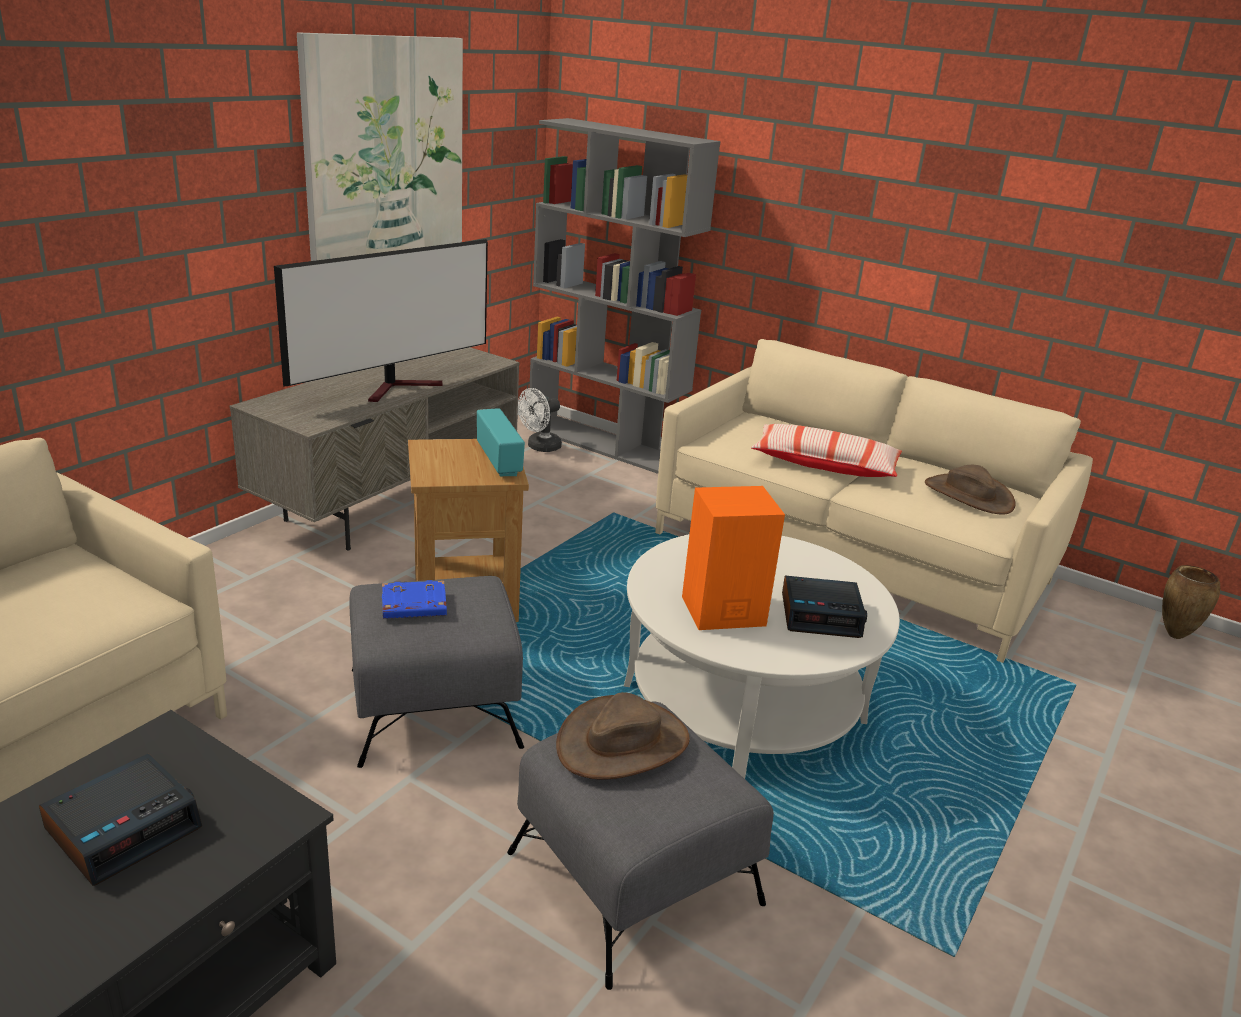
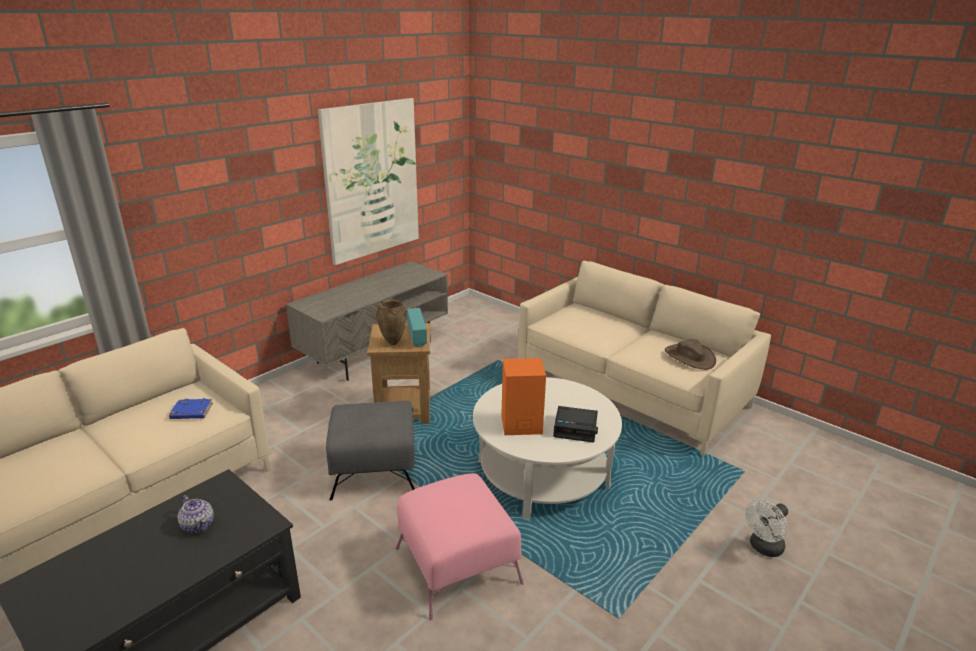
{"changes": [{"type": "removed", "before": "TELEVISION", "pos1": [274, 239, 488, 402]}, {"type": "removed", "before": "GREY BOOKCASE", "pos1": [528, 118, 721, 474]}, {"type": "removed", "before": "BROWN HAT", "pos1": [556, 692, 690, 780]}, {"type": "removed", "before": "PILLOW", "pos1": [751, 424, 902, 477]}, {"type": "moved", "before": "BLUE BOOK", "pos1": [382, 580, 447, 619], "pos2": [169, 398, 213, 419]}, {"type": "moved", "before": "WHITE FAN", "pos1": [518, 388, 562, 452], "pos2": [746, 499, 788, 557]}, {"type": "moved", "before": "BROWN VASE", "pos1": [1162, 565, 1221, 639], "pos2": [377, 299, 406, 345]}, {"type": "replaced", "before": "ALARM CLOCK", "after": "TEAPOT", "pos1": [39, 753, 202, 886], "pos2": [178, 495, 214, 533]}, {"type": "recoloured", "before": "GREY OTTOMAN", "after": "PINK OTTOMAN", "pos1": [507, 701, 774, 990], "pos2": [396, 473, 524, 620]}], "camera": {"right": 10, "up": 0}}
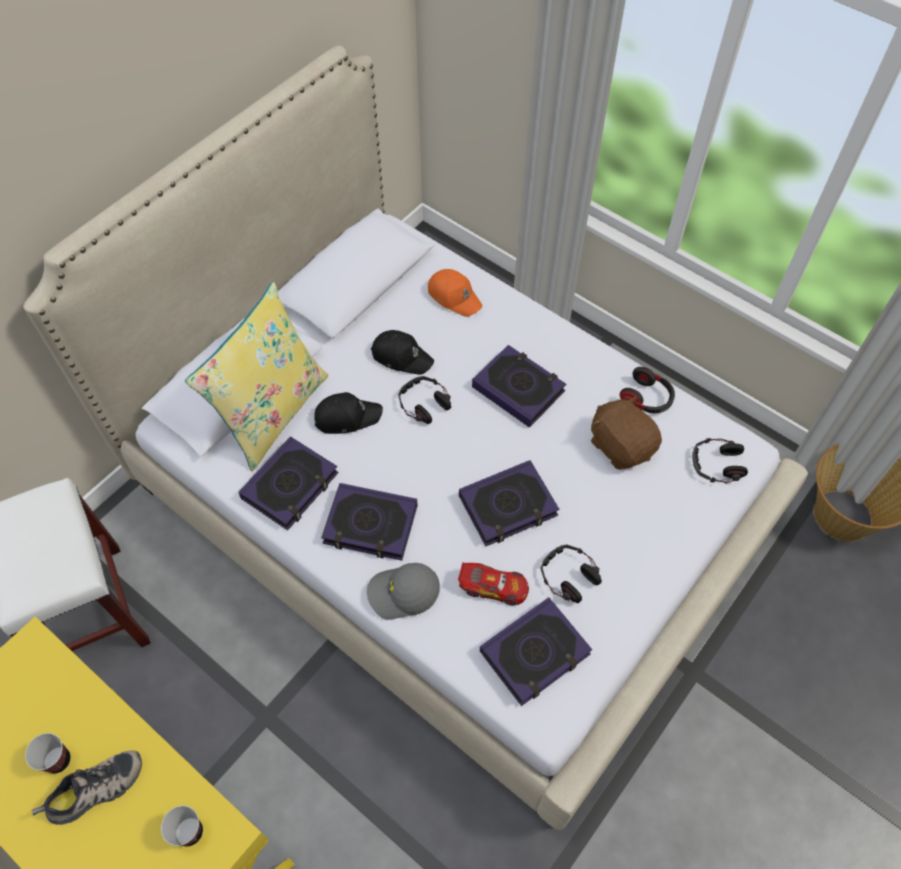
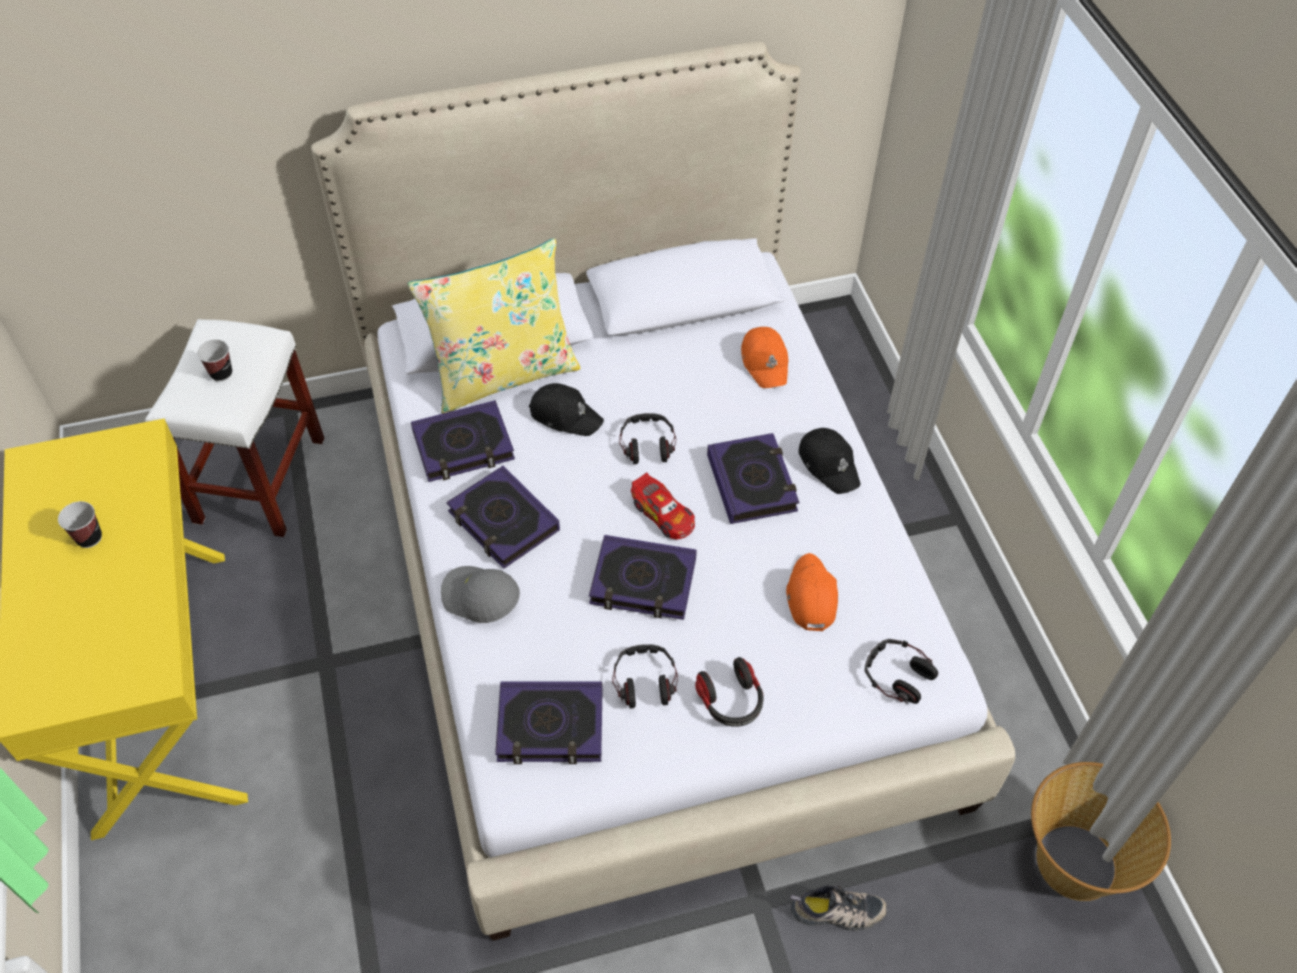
{"changes": [{"type": "moved", "before": "SHOE", "pos1": [32, 750, 142, 825], "pos2": [790, 885, 888, 931]}, {"type": "moved", "before": "CUP", "pos1": [161, 805, 203, 847], "pos2": [197, 339, 232, 382]}, {"type": "moved", "before": "BLACK CAP", "pos1": [371, 330, 434, 375], "pos2": [799, 428, 861, 494]}, {"type": "moved", "before": "TOY CAR", "pos1": [458, 562, 529, 605], "pos2": [631, 472, 695, 540]}, {"type": "moved", "before": "HEADPHONES", "pos1": [620, 367, 675, 413], "pos2": [695, 657, 764, 727]}, {"type": "replaced", "before": "BROWN PLUSH TOY", "after": "ORANGE CAP", "pos1": [591, 395, 662, 470], "pos2": [786, 553, 838, 631]}], "camera": {"right": 35, "up": -5}}
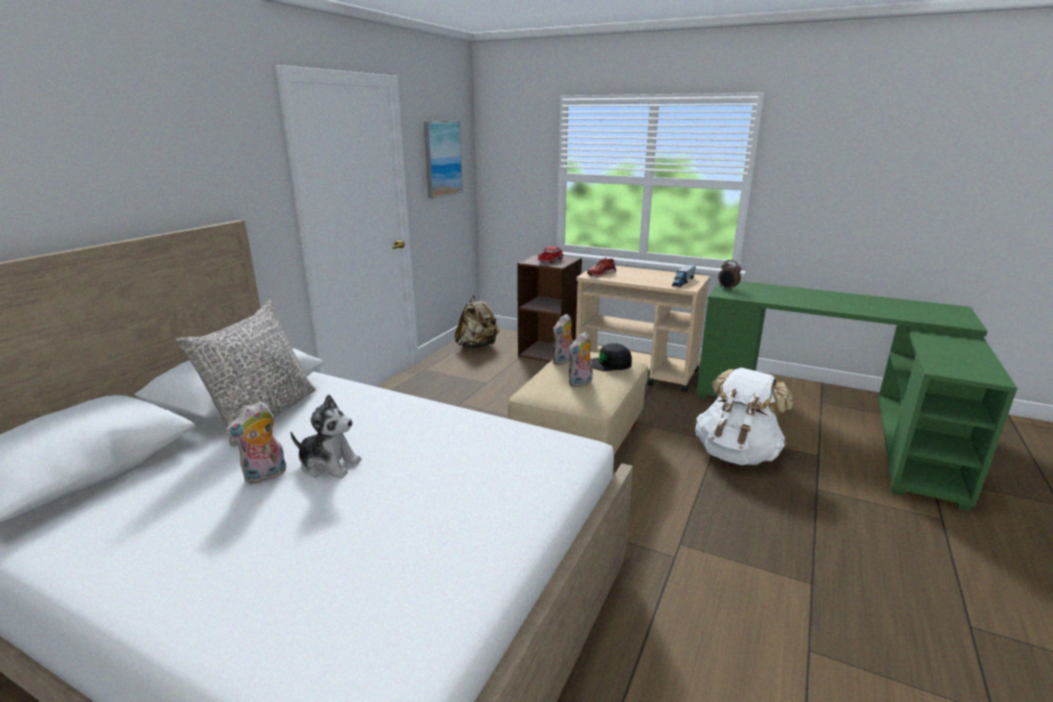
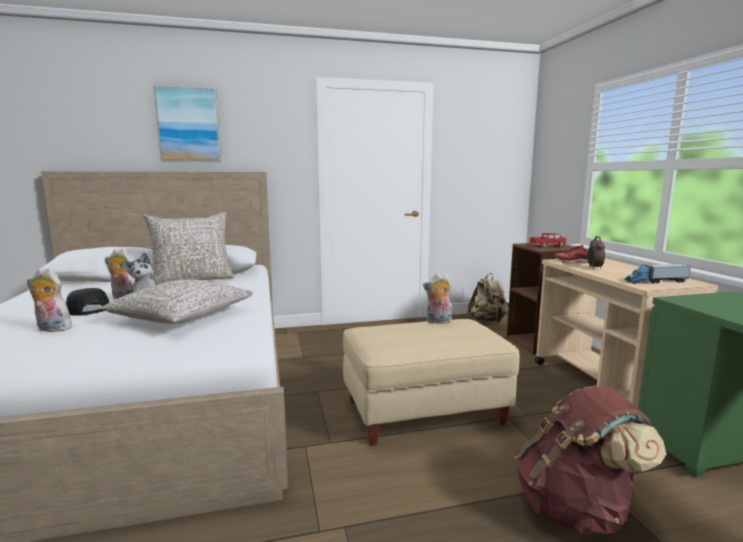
{"changes": [{"type": "added", "after": "GREY PILLOW", "pos2": [101, 279, 253, 324]}, {"type": "moved", "before": "PICTURE", "pos1": [424, 122, 463, 199], "pos2": [154, 85, 221, 162]}, {"type": "moved", "before": "PLUSH TOY", "pos1": [568, 332, 593, 387], "pos2": [27, 267, 72, 332]}, {"type": "moved", "before": "BLACK CAP", "pos1": [591, 343, 632, 371], "pos2": [66, 288, 109, 316]}, {"type": "moved", "before": "ALARM CLOCK", "pos1": [718, 260, 741, 289], "pos2": [587, 236, 605, 269]}, {"type": "recoloured", "before": "WHITE BACKPACK", "after": "BROWN BACKPACK", "pos1": [695, 368, 794, 465], "pos2": [515, 386, 666, 534]}], "camera": {"right": 50, "up": -10}}
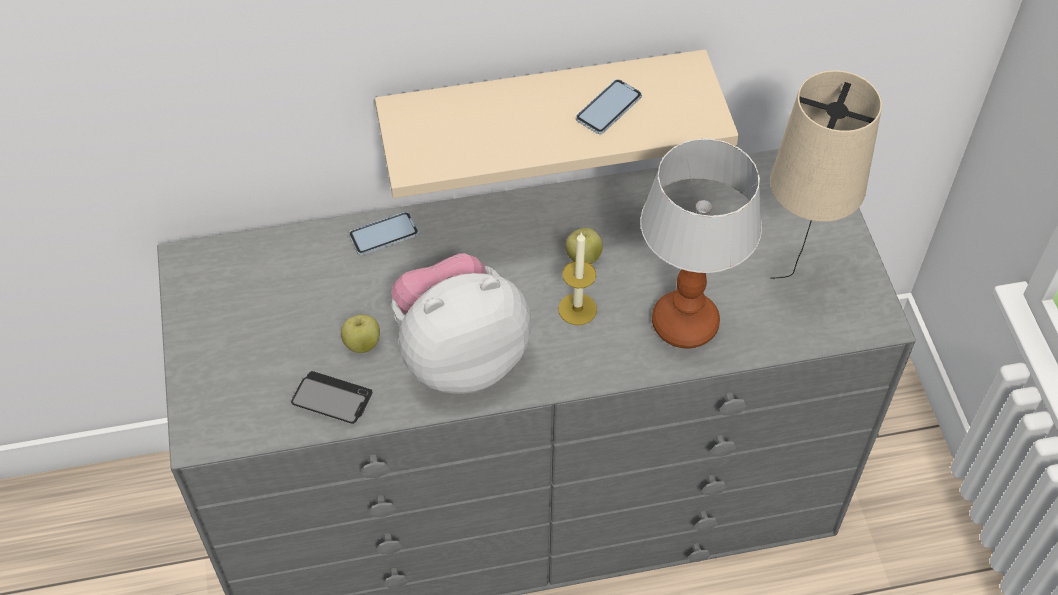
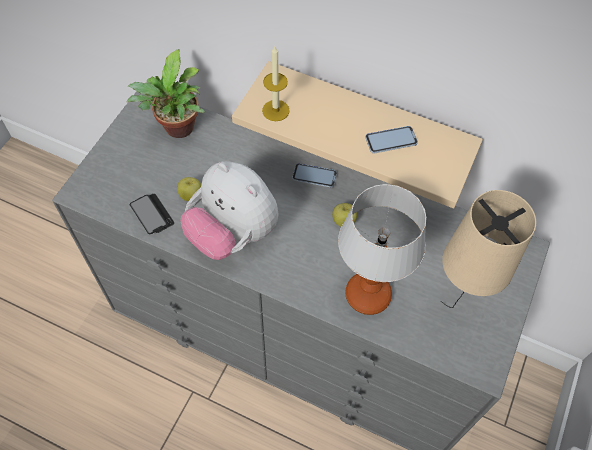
{"changes": [{"type": "added", "after": "POTTED PLANT", "pos2": [127, 49, 205, 138]}, {"type": "moved", "before": "PHONE", "pos1": [349, 212, 419, 255], "pos2": [292, 163, 337, 188]}, {"type": "moved", "before": "CANDLE", "pos1": [558, 232, 597, 325], "pos2": [262, 46, 290, 121]}, {"type": "turned", "before": "PLUSH TOY", "pos1": [391, 253, 531, 394], "pos2": [181, 161, 279, 260], "turn": -150}], "camera": {"right": 35, "up": 5}}
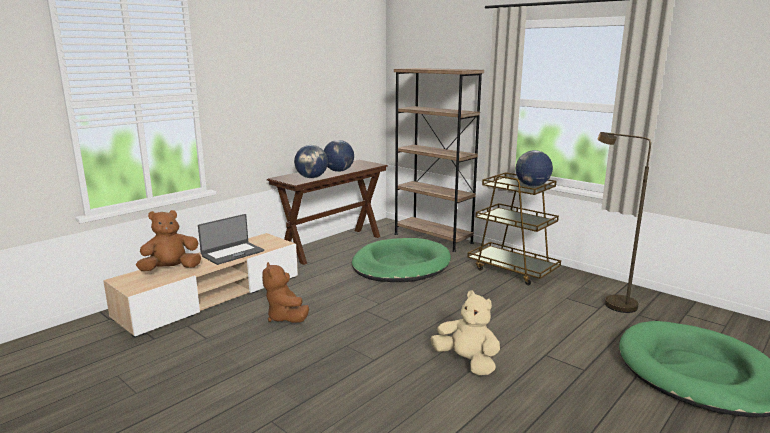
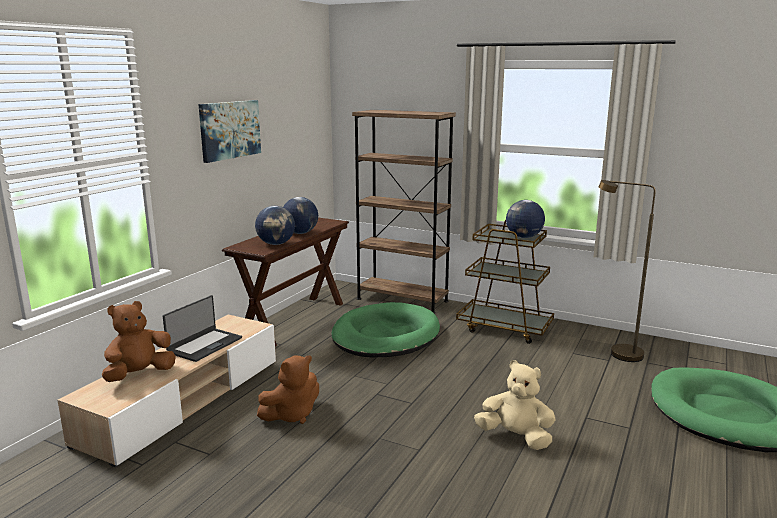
{"changes": [{"type": "added", "after": "PICTURE", "pos2": [198, 100, 261, 163]}, {"type": "turned", "before": "BROWN PLUSH TOY", "pos1": [262, 262, 309, 323], "pos2": [257, 355, 319, 424], "turn": -90}], "camera": {"right": -15, "up": 0}}
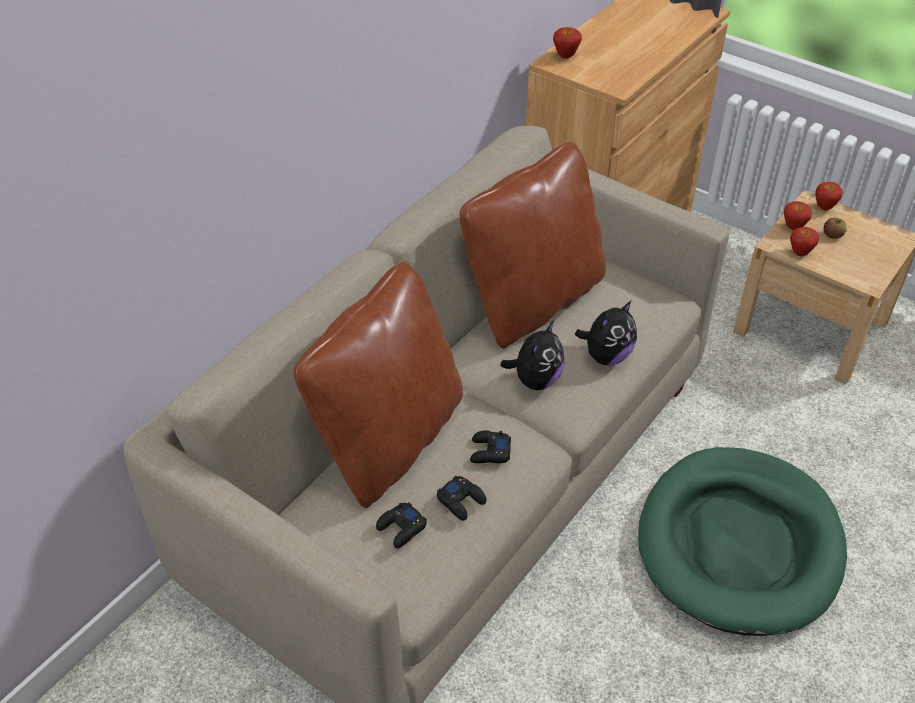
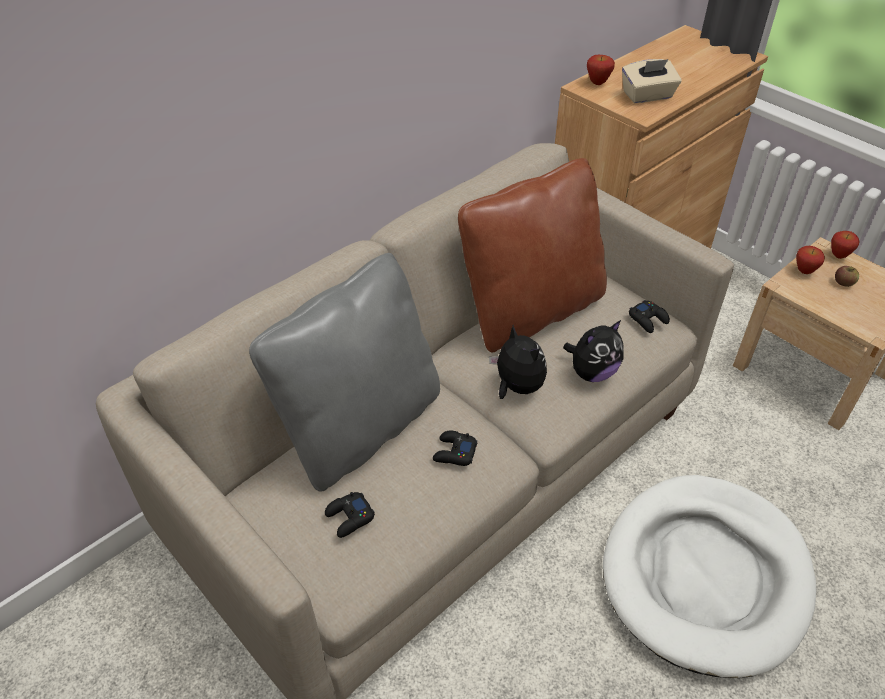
{"changes": [{"type": "removed", "before": "APPLE", "pos1": [790, 227, 820, 256]}, {"type": "added", "after": "BEIGE TISSUE BOX", "pos2": [622, 59, 682, 103]}, {"type": "moved", "before": "BLACK GAME CONTROLLER", "pos1": [437, 476, 486, 521], "pos2": [629, 300, 670, 333]}, {"type": "recoloured", "before": "BROWN PILLOW", "after": "GREY PILLOW", "pos1": [294, 261, 463, 508], "pos2": [249, 253, 440, 492]}, {"type": "recoloured", "before": "GREEN DOG BED", "after": "WHITE DOG BED", "pos1": [638, 447, 847, 636], "pos2": [603, 475, 817, 678]}, {"type": "turned", "before": "PLUSH TOY", "pos1": [500, 320, 565, 390], "pos2": [489, 325, 547, 399], "turn": -75}], "camera": {"right": 10, "up": 0}}
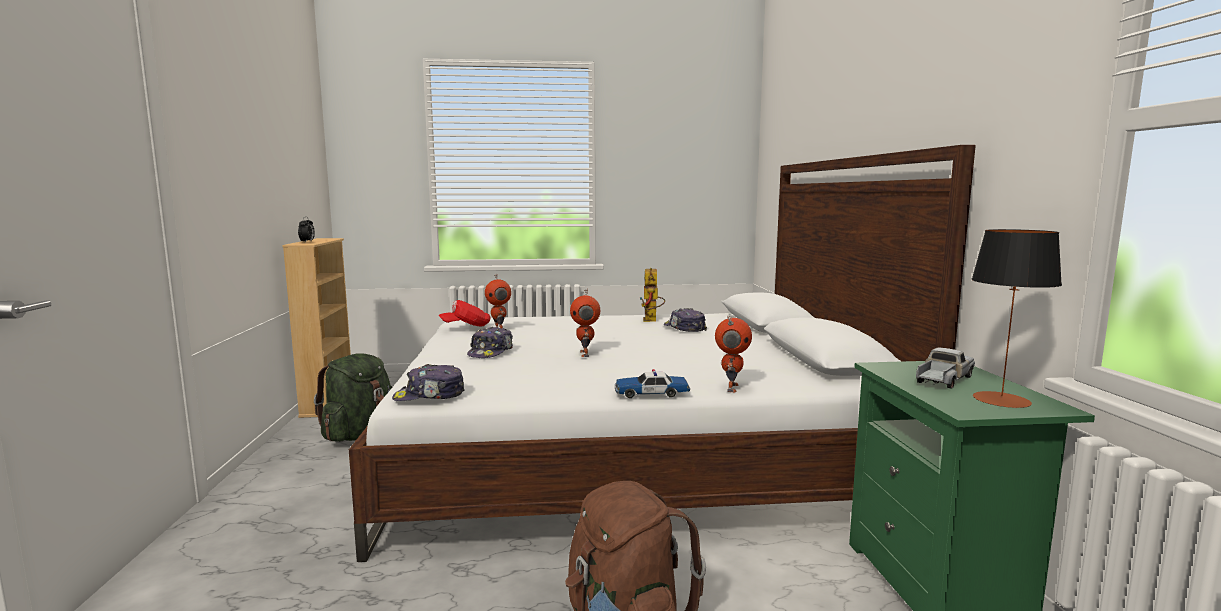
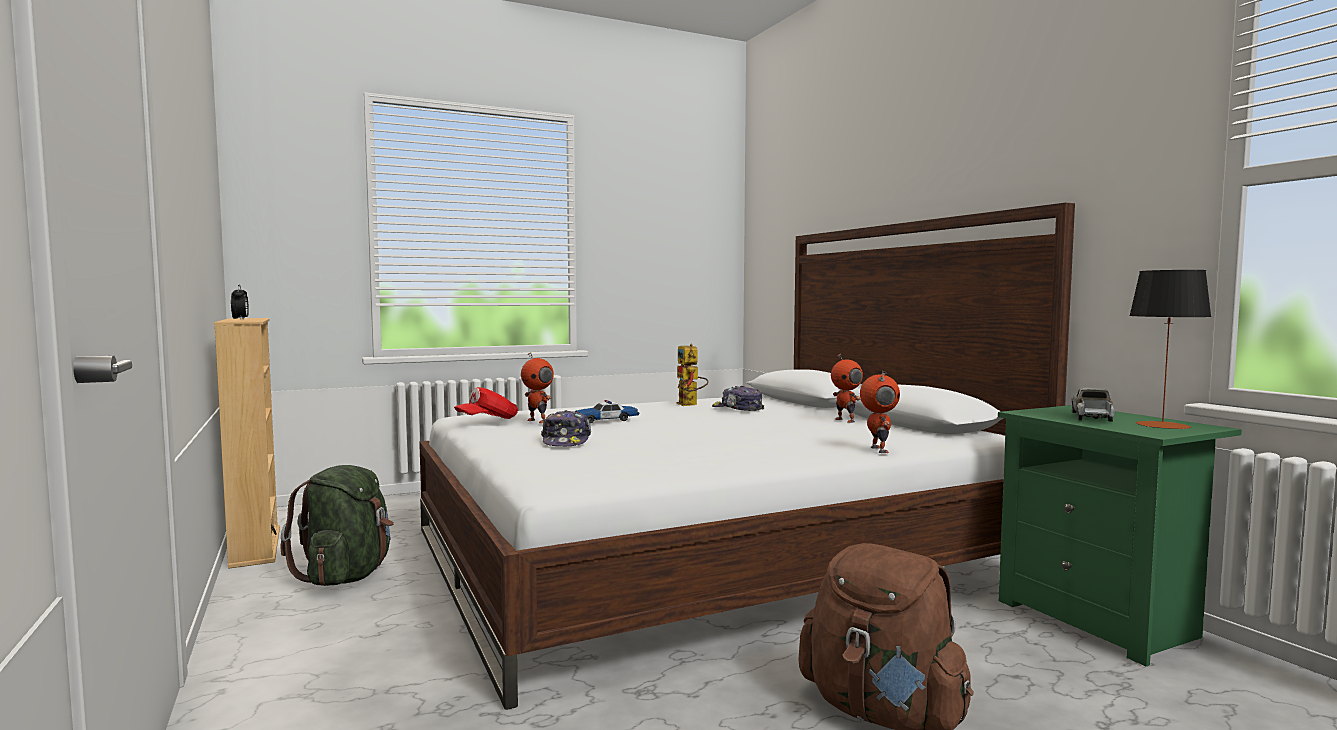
{"changes": [{"type": "removed", "before": "CAP", "pos1": [392, 364, 465, 401]}, {"type": "moved", "before": "TOY ROBOT", "pos1": [570, 289, 600, 357], "pos2": [831, 354, 863, 423]}, {"type": "moved", "before": "TOY CAR", "pos1": [615, 369, 690, 398], "pos2": [574, 400, 639, 424]}], "camera": {"right": -20, "up": -5}}
